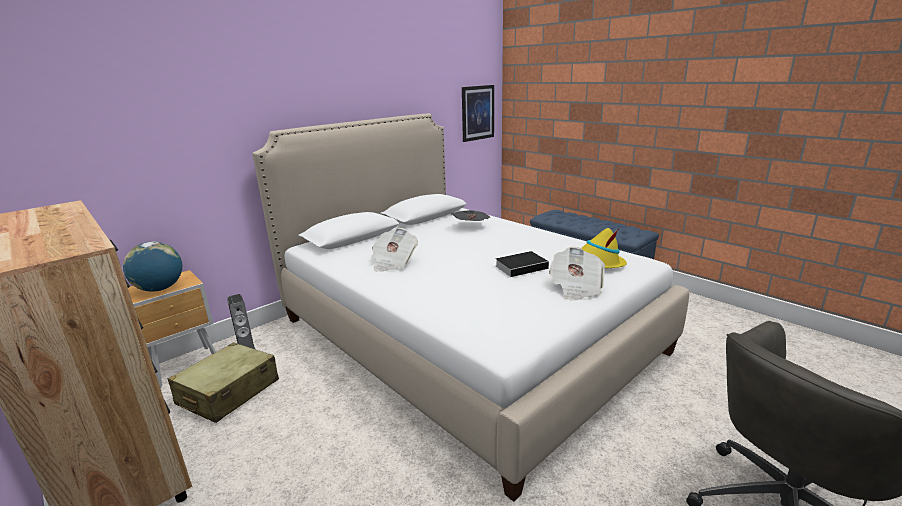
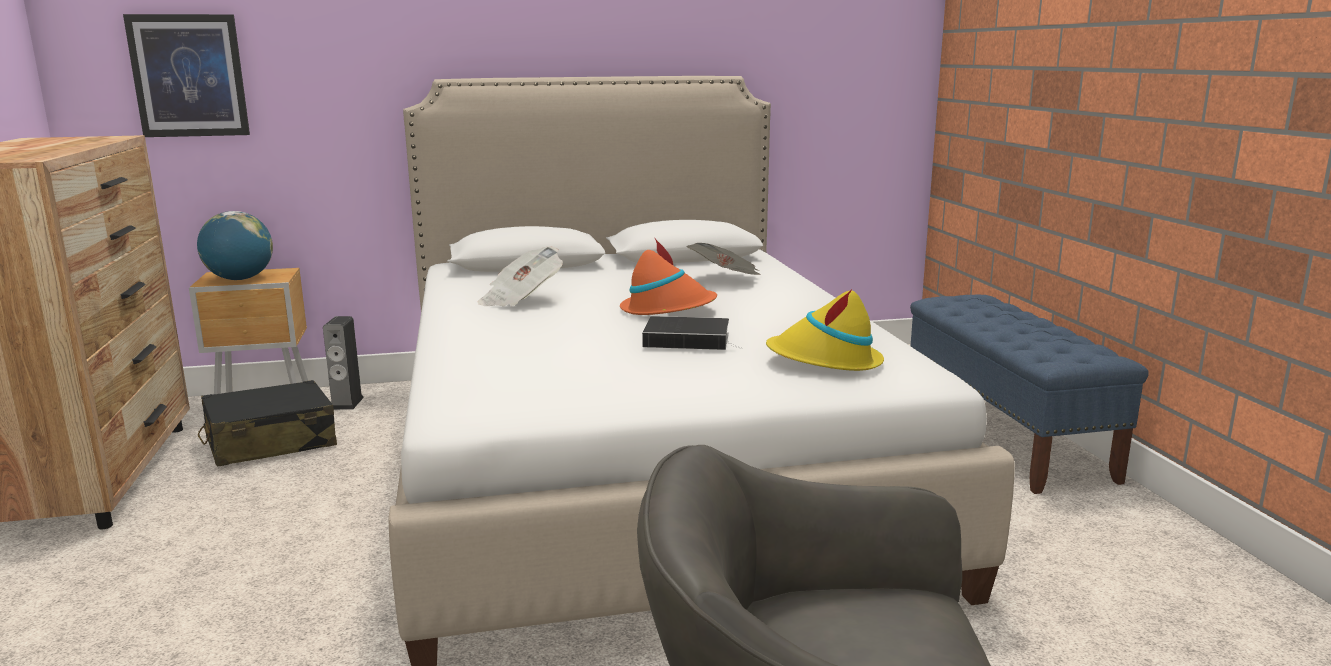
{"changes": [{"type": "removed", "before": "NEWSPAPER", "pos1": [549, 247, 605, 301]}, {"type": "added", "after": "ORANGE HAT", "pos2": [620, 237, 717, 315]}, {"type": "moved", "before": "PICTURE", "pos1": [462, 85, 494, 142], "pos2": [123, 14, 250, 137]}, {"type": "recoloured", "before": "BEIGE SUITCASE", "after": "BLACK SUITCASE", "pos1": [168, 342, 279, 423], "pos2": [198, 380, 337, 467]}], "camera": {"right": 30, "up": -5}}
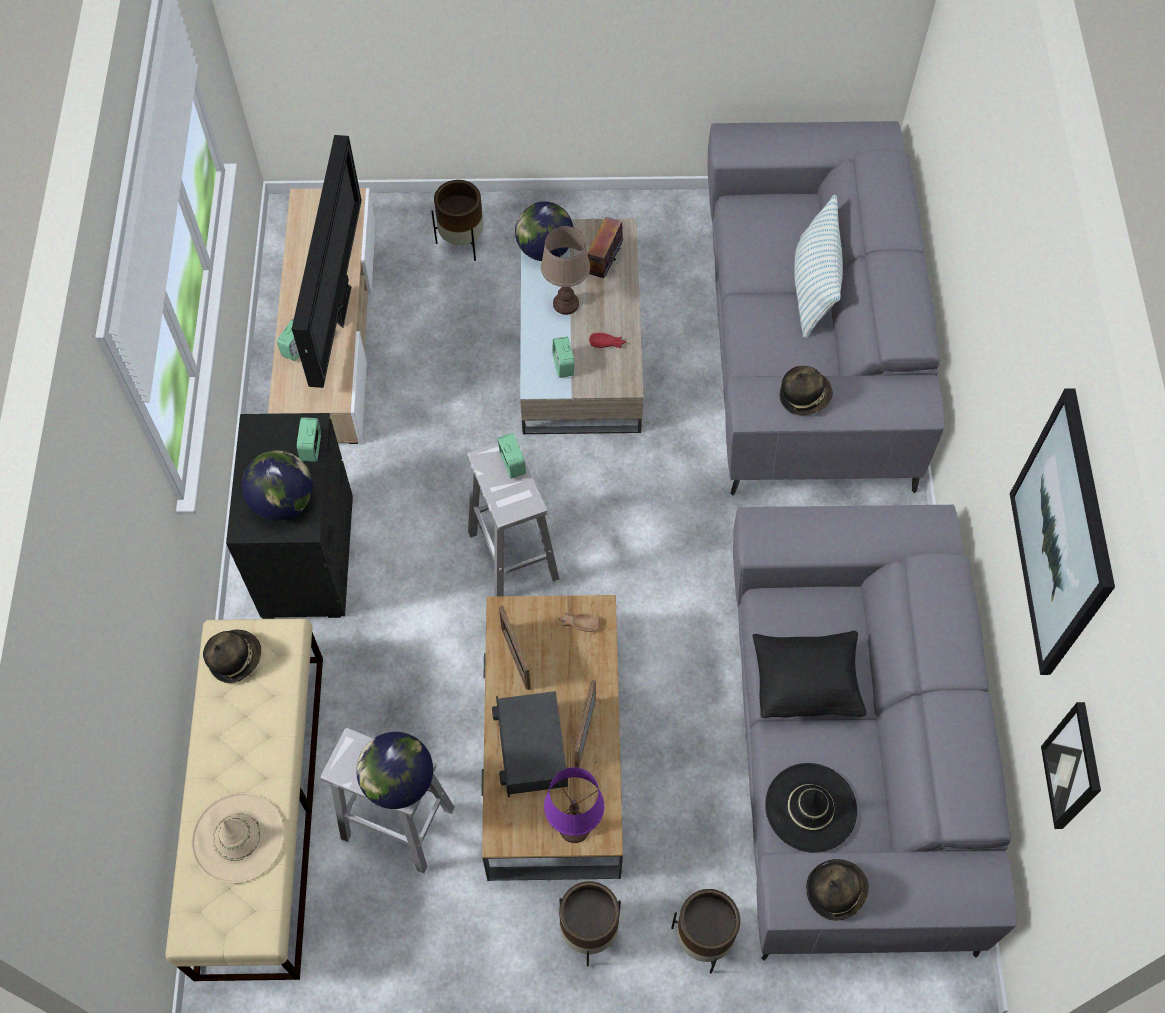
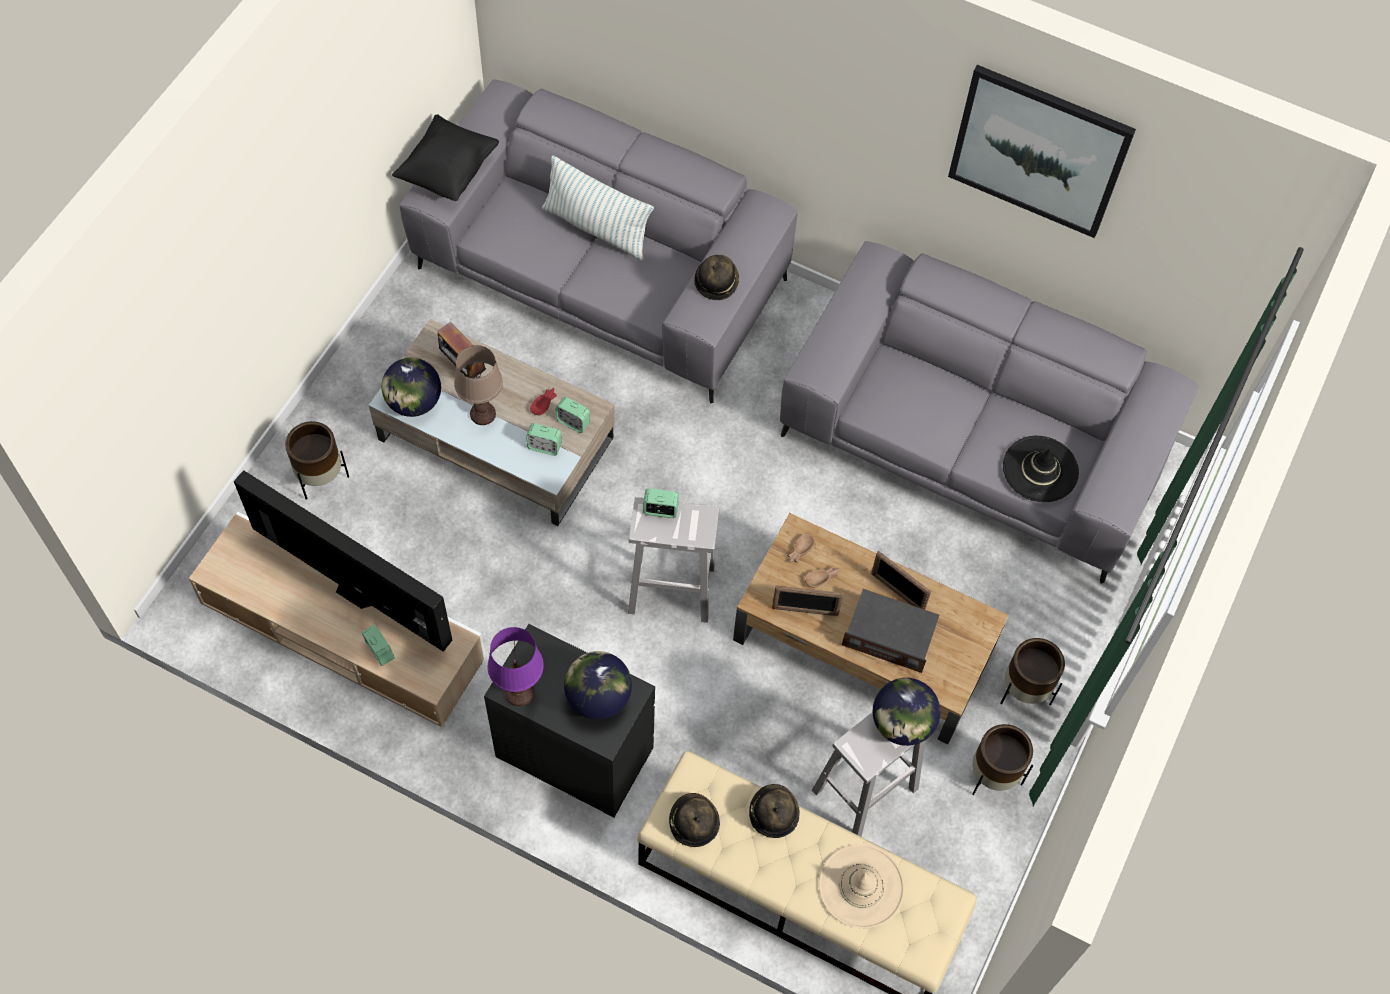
{"changes": [{"type": "removed", "before": "PICTURE", "pos1": [1041, 702, 1101, 829]}, {"type": "added", "after": "BROWN BOWL", "pos2": [805, 566, 840, 588]}, {"type": "moved", "before": "ALARM CLOCK", "pos1": [297, 417, 321, 462], "pos2": [556, 397, 590, 433]}, {"type": "moved", "before": "PURPLE TABLE LAMP", "pos1": [544, 767, 604, 843], "pos2": [488, 627, 544, 706]}, {"type": "moved", "before": "BROWN PLANTER", "pos1": [671, 889, 740, 974], "pos2": [972, 724, 1033, 795]}, {"type": "moved", "before": "BLACK PILLOW", "pos1": [752, 631, 867, 718], "pos2": [392, 115, 499, 201]}, {"type": "moved", "before": "HAT", "pos1": [806, 859, 869, 921], "pos2": [749, 784, 800, 838]}], "camera": {"right": -65, "up": 0}}
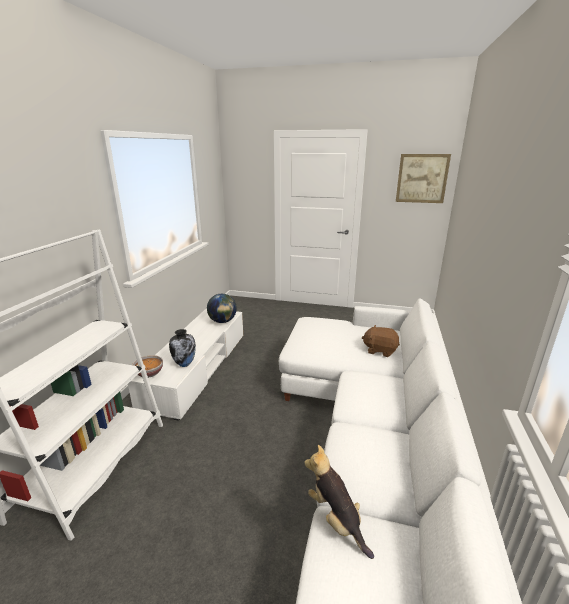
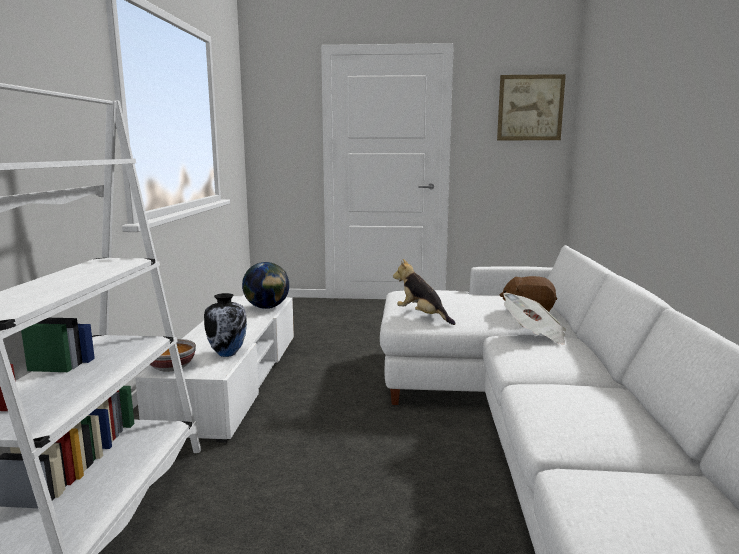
{"changes": [{"type": "added", "after": "NEWSPAPER", "pos2": [504, 293, 566, 345]}, {"type": "moved", "before": "PLUSH TOY", "pos1": [304, 445, 374, 559], "pos2": [393, 259, 456, 325]}], "camera": {"right": -10, "up": -10}}
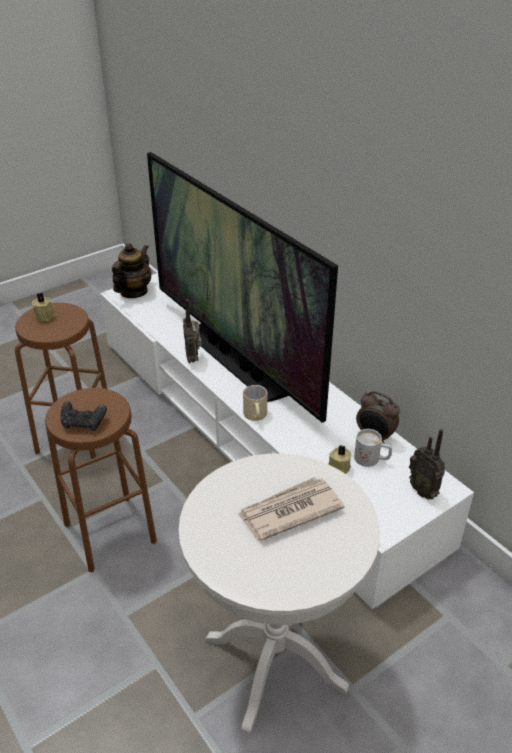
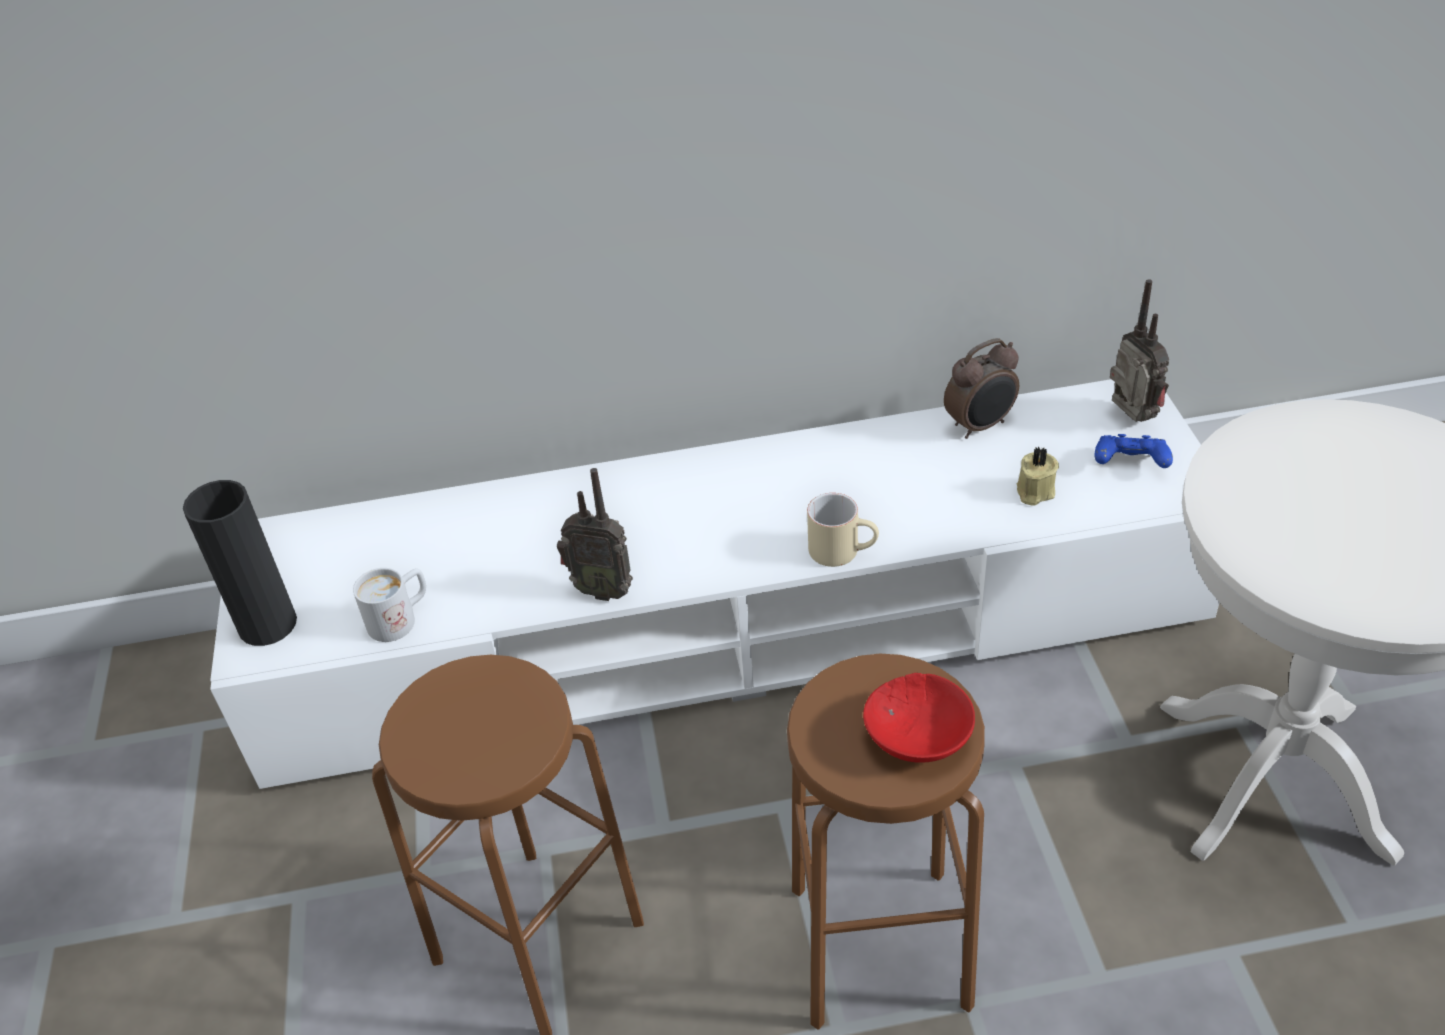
{"changes": [{"type": "removed", "before": "BEIGE CANDLE", "pos1": [32, 292, 55, 321]}, {"type": "removed", "before": "TELEVISION", "pos1": [147, 152, 338, 423]}, {"type": "removed", "before": "NEWSPAPER", "pos1": [238, 477, 345, 541]}, {"type": "added", "after": "BLUE GAME CONTROLLER", "pos2": [1095, 434, 1173, 468]}, {"type": "moved", "before": "WHITE MUG", "pos1": [354, 429, 392, 467], "pos2": [353, 568, 426, 642]}, {"type": "replaced", "before": "BLACK GAME CONTROLLER", "after": "RED BOWL", "pos1": [61, 401, 107, 431], "pos2": [863, 673, 975, 763]}, {"type": "replaced", "before": "TEAPOT", "after": "BLACK VASE", "pos1": [112, 243, 151, 298], "pos2": [183, 480, 297, 646]}, {"type": "turned", "before": "RADIO", "pos1": [409, 429, 445, 499], "pos2": [1110, 279, 1169, 422], "turn": -105}], "camera": {"right": -60, "up": 5}}
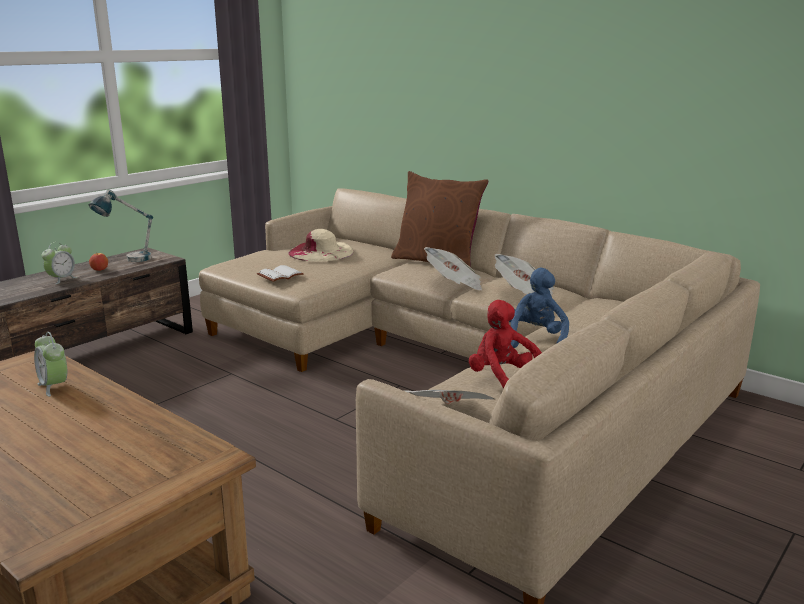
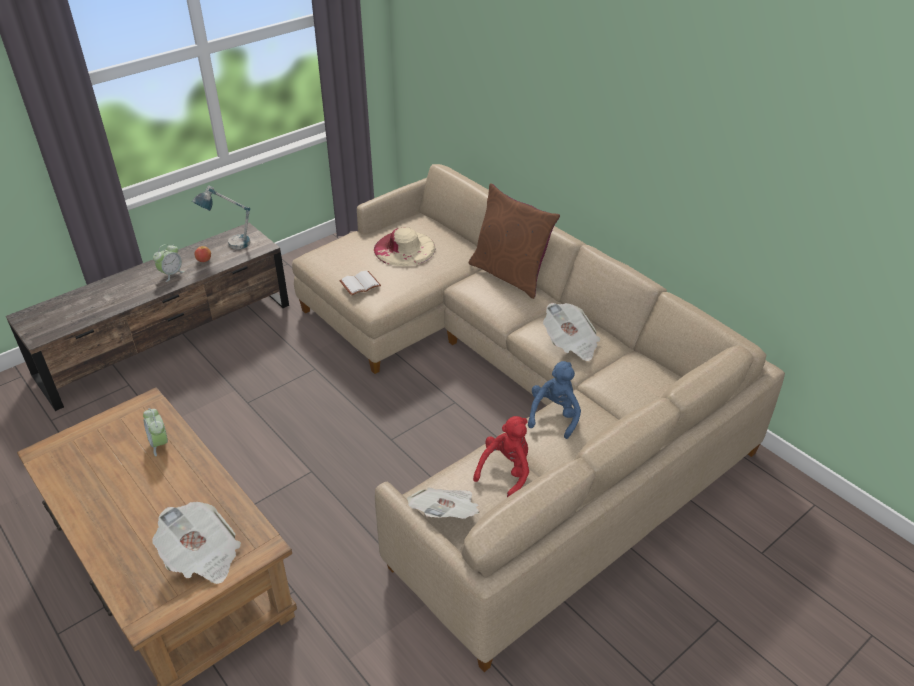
{"changes": [{"type": "moved", "before": "NEWSPAPER", "pos1": [424, 247, 482, 291], "pos2": [152, 502, 241, 584]}, {"type": "turned", "before": "RED PLUSH TOY", "pos1": [469, 300, 542, 389], "pos2": [473, 416, 529, 497], "turn": 60}], "camera": {"right": 10, "up": 20}}
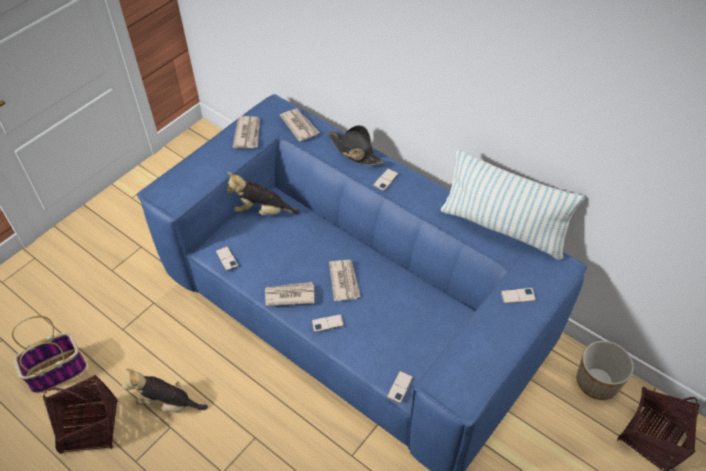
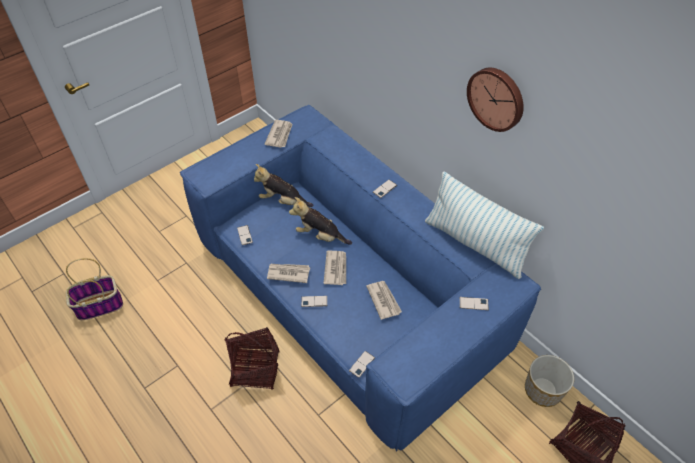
{"changes": [{"type": "removed", "before": "BLACK HAT", "pos1": [328, 125, 384, 165]}, {"type": "added", "after": "WALL CLOCK", "pos2": [467, 68, 524, 132]}, {"type": "moved", "before": "BASKET", "pos1": [43, 375, 118, 454], "pos2": [224, 327, 279, 390]}, {"type": "moved", "before": "PLUSH TOY", "pos1": [122, 369, 208, 413], "pos2": [289, 197, 352, 245]}, {"type": "moved", "before": "NEWSPAPER", "pos1": [280, 109, 320, 141], "pos2": [366, 281, 402, 320]}], "camera": {"right": 10, "up": 0}}
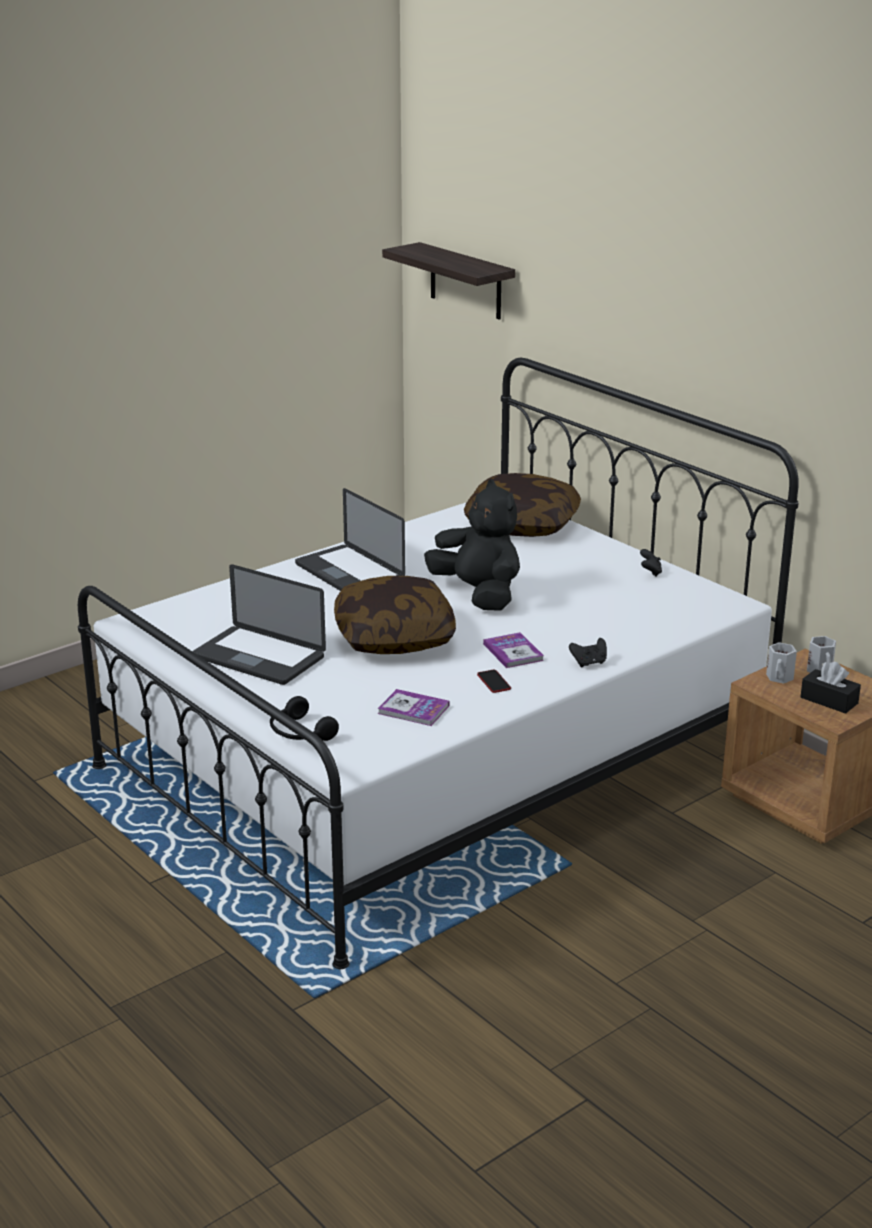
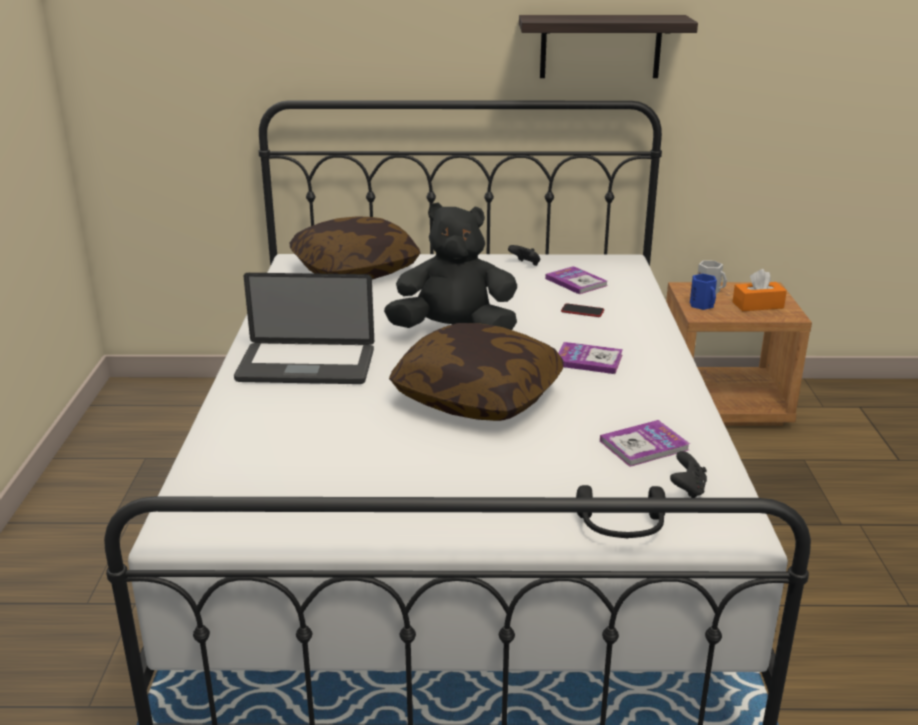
{"changes": [{"type": "removed", "before": "LAPTOP", "pos1": [192, 564, 326, 685]}, {"type": "added", "after": "BOOK", "pos2": [545, 266, 607, 294]}, {"type": "moved", "before": "SHELF", "pos1": [382, 242, 515, 320], "pos2": [519, 15, 698, 78]}, {"type": "moved", "before": "PHONE", "pos1": [477, 670, 511, 693], "pos2": [561, 304, 604, 317]}, {"type": "moved", "before": "BLACK GAME CONTROLLER", "pos1": [569, 638, 607, 667], "pos2": [670, 451, 707, 498]}, {"type": "recoloured", "before": "WHITE MUG", "after": "BLUE MUG", "pos1": [766, 642, 797, 684], "pos2": [690, 274, 717, 310]}, {"type": "recoloured", "before": "BLACK TISSUE BOX", "after": "ORANGE TISSUE BOX", "pos1": [801, 661, 861, 714], "pos2": [733, 269, 787, 311]}], "camera": {"right": -50, "up": 0}}
